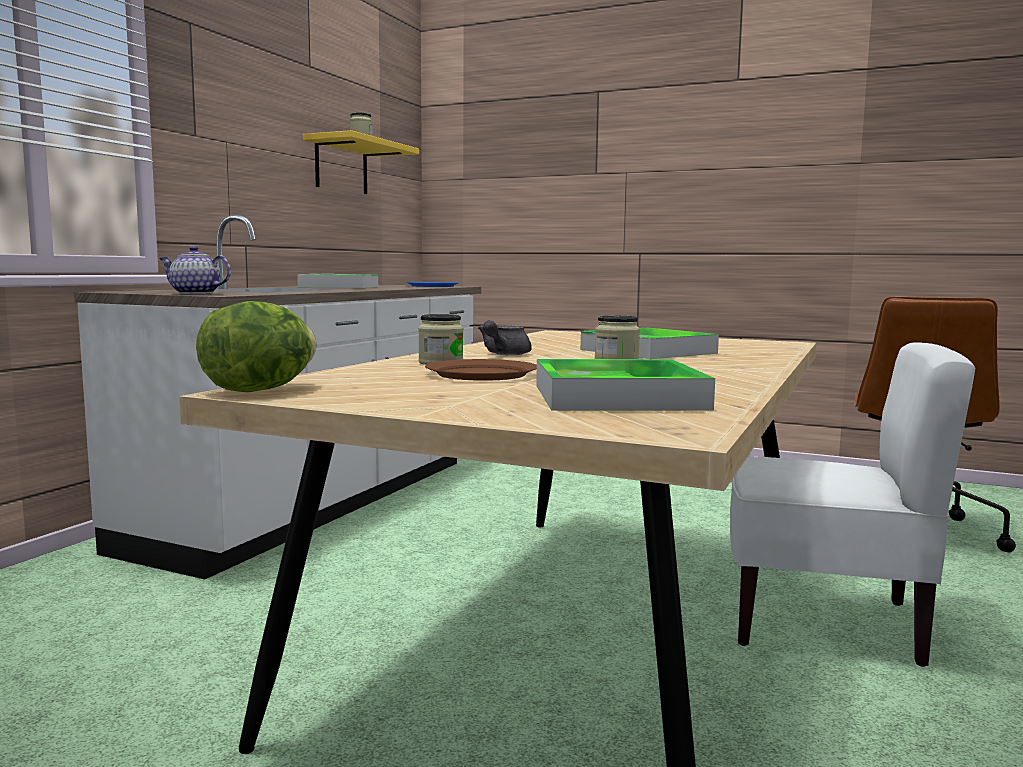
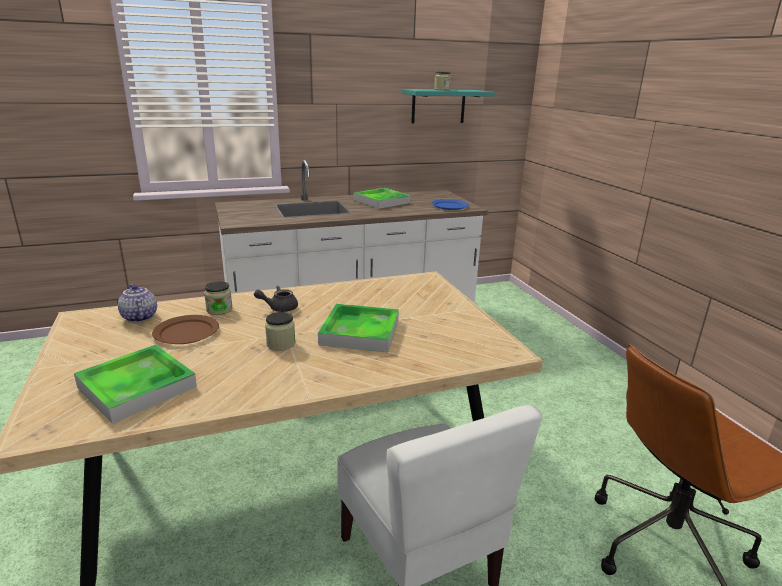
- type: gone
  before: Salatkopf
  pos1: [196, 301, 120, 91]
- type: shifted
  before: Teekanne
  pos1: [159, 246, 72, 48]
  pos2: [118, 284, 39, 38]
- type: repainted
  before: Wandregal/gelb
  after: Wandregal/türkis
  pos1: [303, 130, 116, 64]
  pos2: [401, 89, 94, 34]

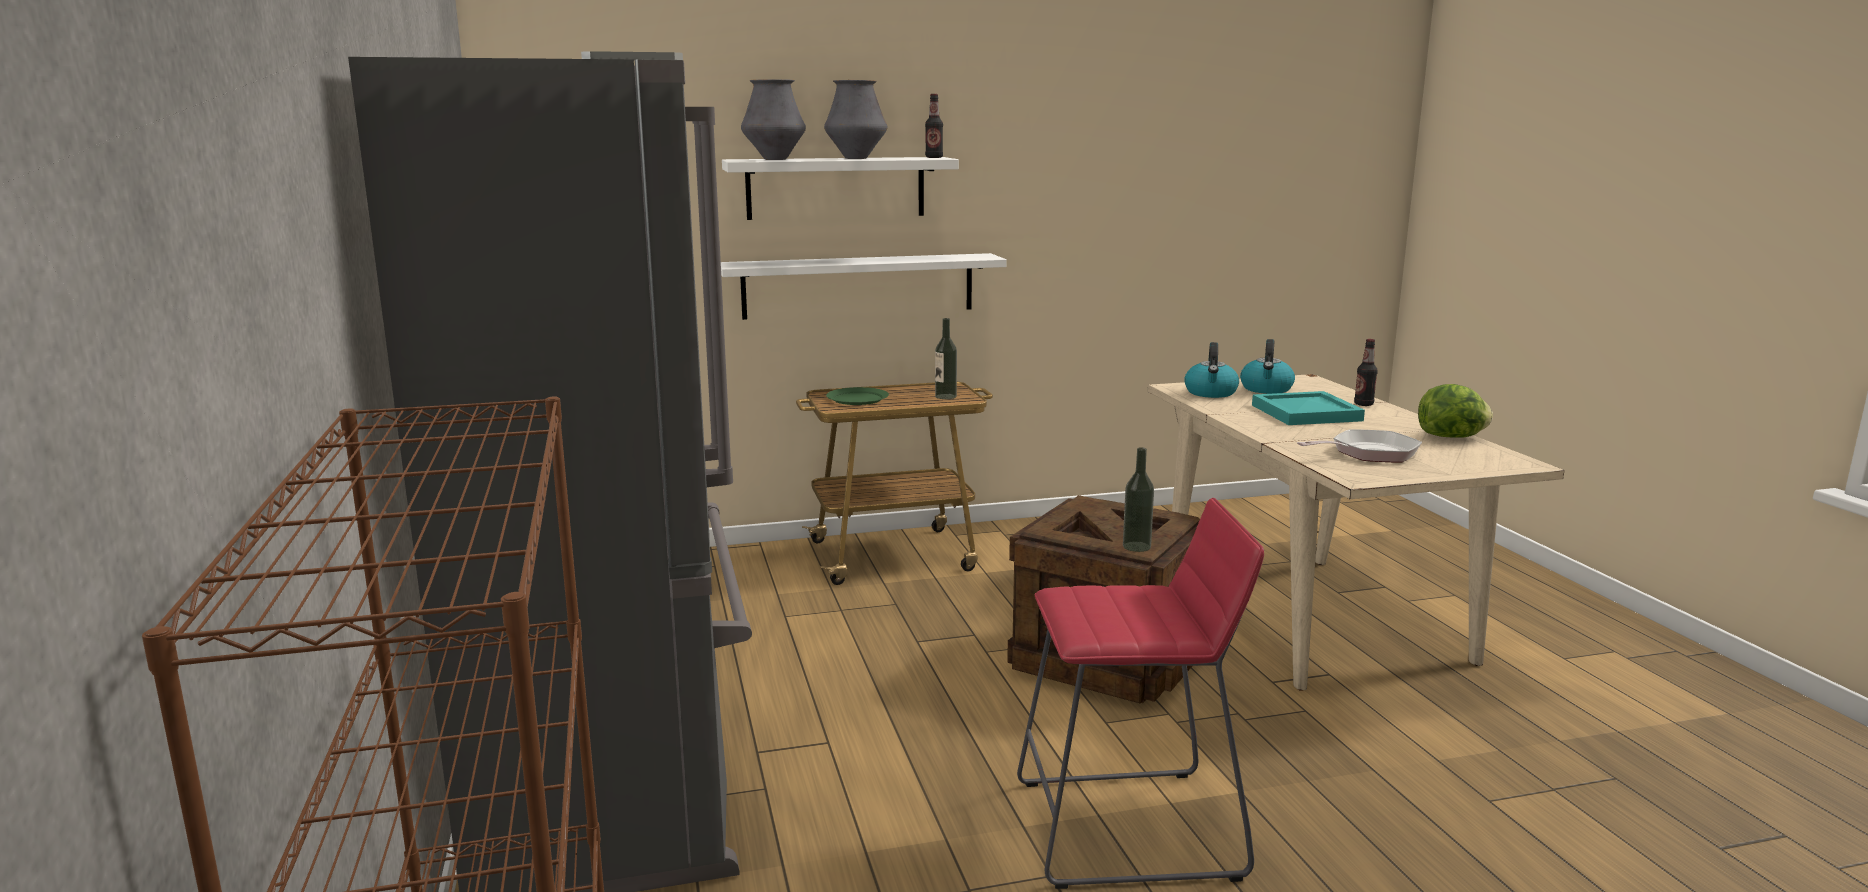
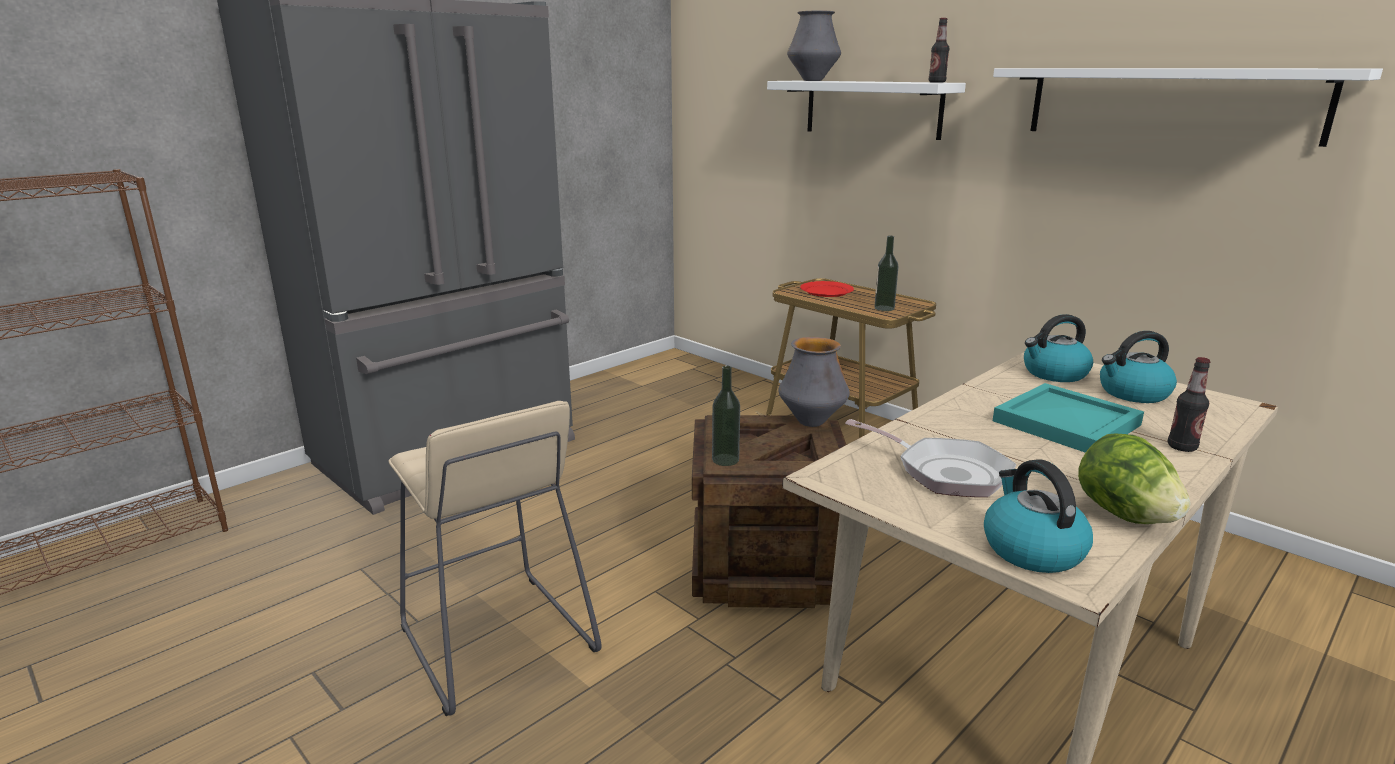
- type: new
  after: Wasserkessel
  pos2: [984, 460, 109, 113]
- type: shifted
  before: Wandregal/weiß
  pos1: [721, 253, 286, 67]
  pos2: [993, 68, 390, 79]
- type: shifted
  before: Vase
  pos1: [824, 80, 63, 79]
  pos2: [778, 337, 72, 90]
- type: repainted
  before: Teller/grün
  after: Teller/rot
  pos1: [826, 387, 63, 18]
  pos2: [800, 281, 54, 16]
- type: repainted
  before: Hocker/rot
  after: Hocker/beige
  pos1: [1017, 498, 247, 391]
  pos2: [388, 401, 214, 315]

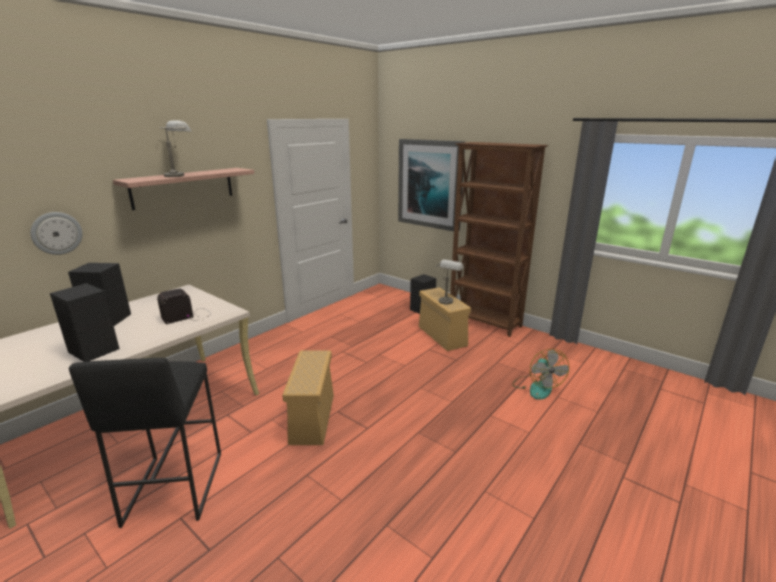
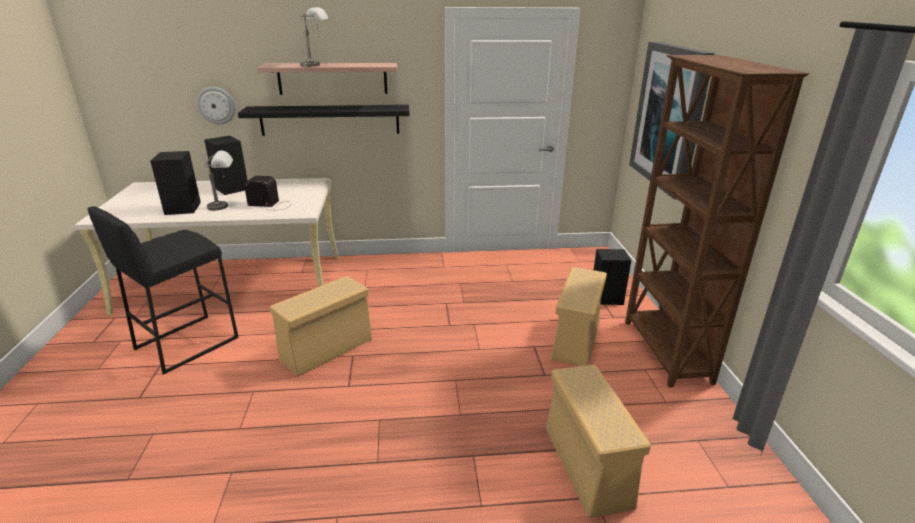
- type: new
  after: Wandregal/schwarz
  pos2: [238, 105, 171, 31]
- type: shifted
  before: Tischlampe/grau
  pos1: [436, 260, 29, 44]
  pos2: [204, 150, 29, 60]
- type: swapped
  before: Ventilator
  after: Aufbewahrungsbox/beige
  pos1: [512, 349, 57, 51]
  pos2: [546, 364, 105, 154]

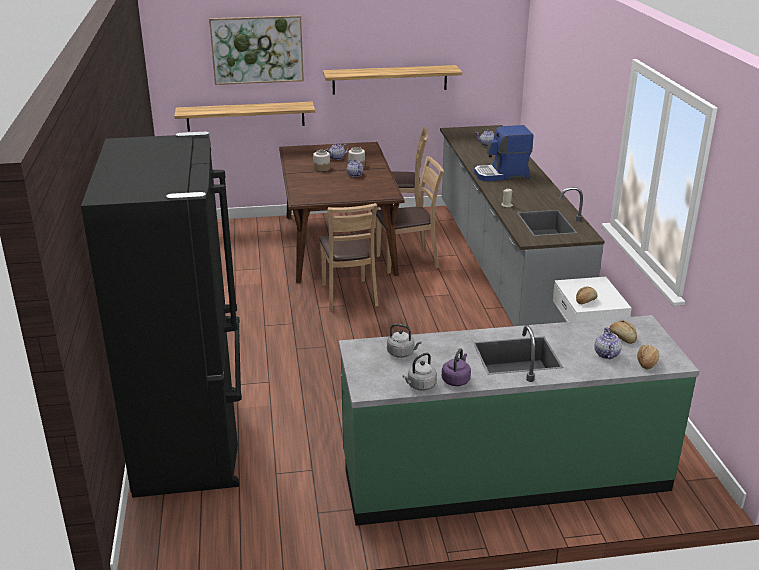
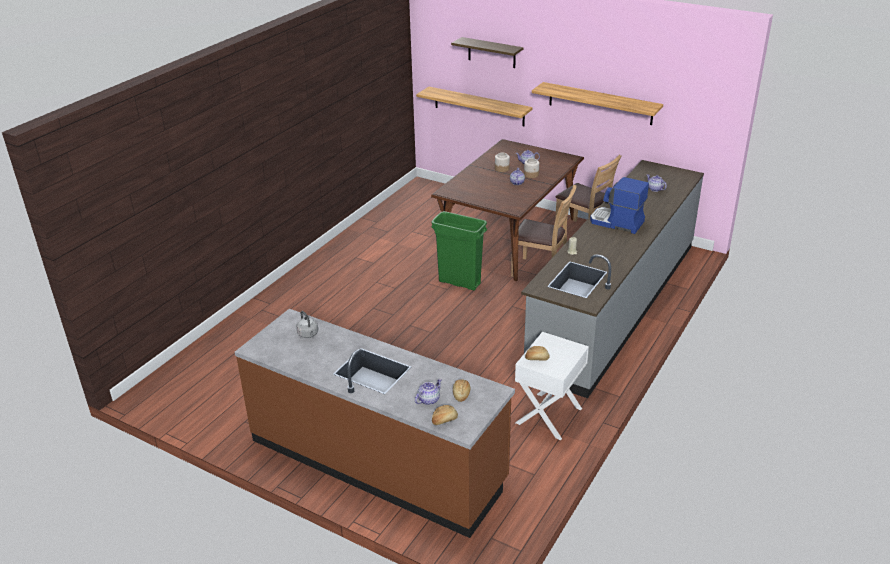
- type: gone
  before: Kühlschrank/schwarz
  pos1: [81, 132, 161, 366]
- type: gone
  before: Wasserkessel/grau
  pos1: [402, 353, 35, 38]
- type: gone
  before: Wasserkessel/lila
  pos1: [442, 348, 29, 38]
- type: swapped
  before: Bild
  after: Wandregal
  pos1: [209, 15, 95, 70]
  pos2: [451, 37, 72, 31]
- type: swapped
  before: Stuhl/braun
  after: Mülleimer/grün
  pos1: [319, 203, 59, 109]
  pos2: [431, 211, 56, 79]
- type: repainted
  before: Küchenzeile/grün
  after: Küchenzeile/braun
  pos1: [339, 315, 360, 211]
  pos2: [235, 309, 280, 229]

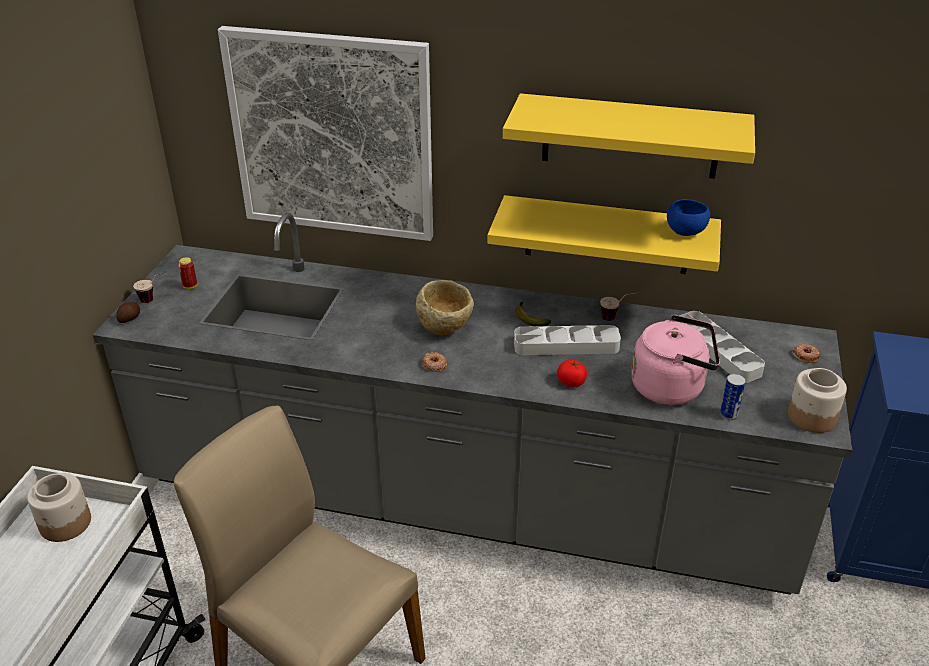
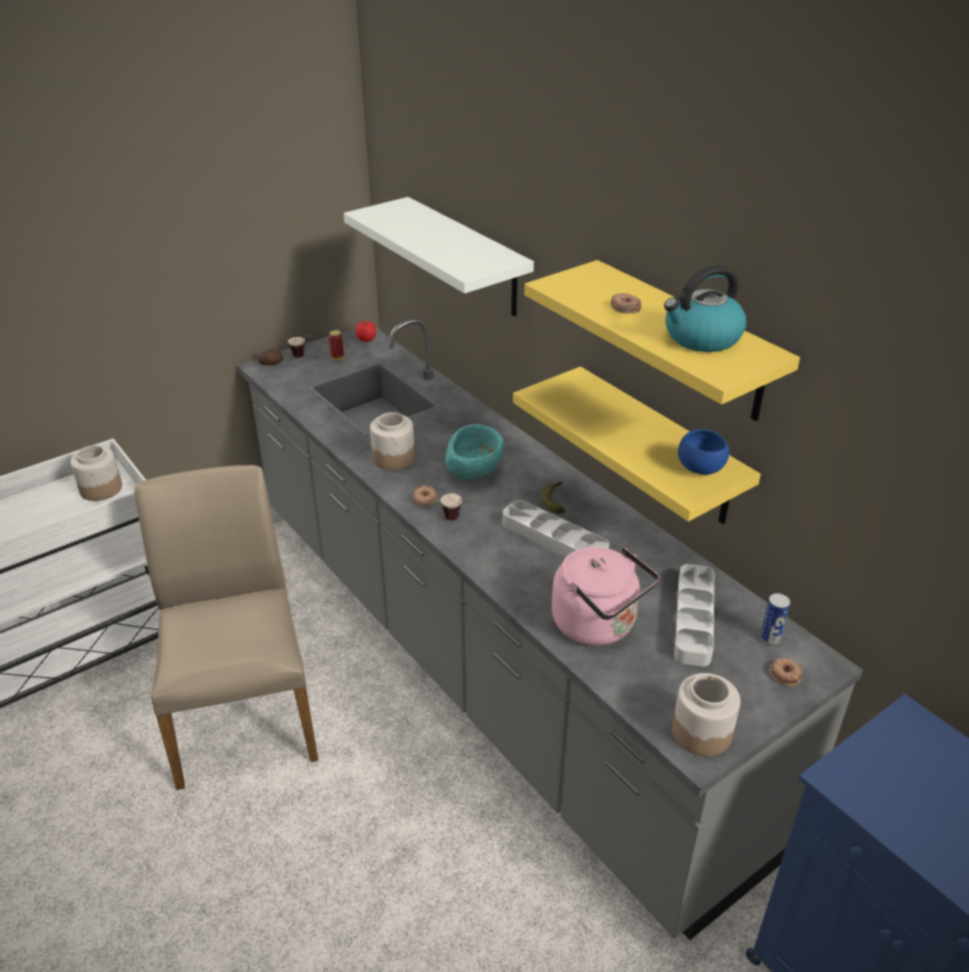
- type: new
  after: Vorratsglas
  pos2: [370, 412, 45, 58]
- type: new
  after: Donut
  pos2: [611, 293, 30, 21]
- type: new
  after: Wasserkessel
  pos2: [664, 265, 82, 87]
- type: shifted
  before: Tomate
  pos1: [557, 359, 30, 28]
  pos2: [355, 321, 21, 21]
- type: shifted
  before: Tasse
  pos1: [600, 293, 37, 28]
  pos2: [441, 493, 30, 27]
- type: shifted
  before: Dose
  pos1: [720, 374, 26, 46]
  pos2: [760, 593, 30, 52]
- type: swapped
  before: Bild
  after: Wandregal/weiß
  pos1: [218, 26, 215, 215]
  pos2: [344, 197, 190, 120]
- type: repainted
  before: Schüssel/beige
  after: Schüssel/türkis
  pos1: [416, 280, 58, 55]
  pos2: [445, 424, 59, 56]

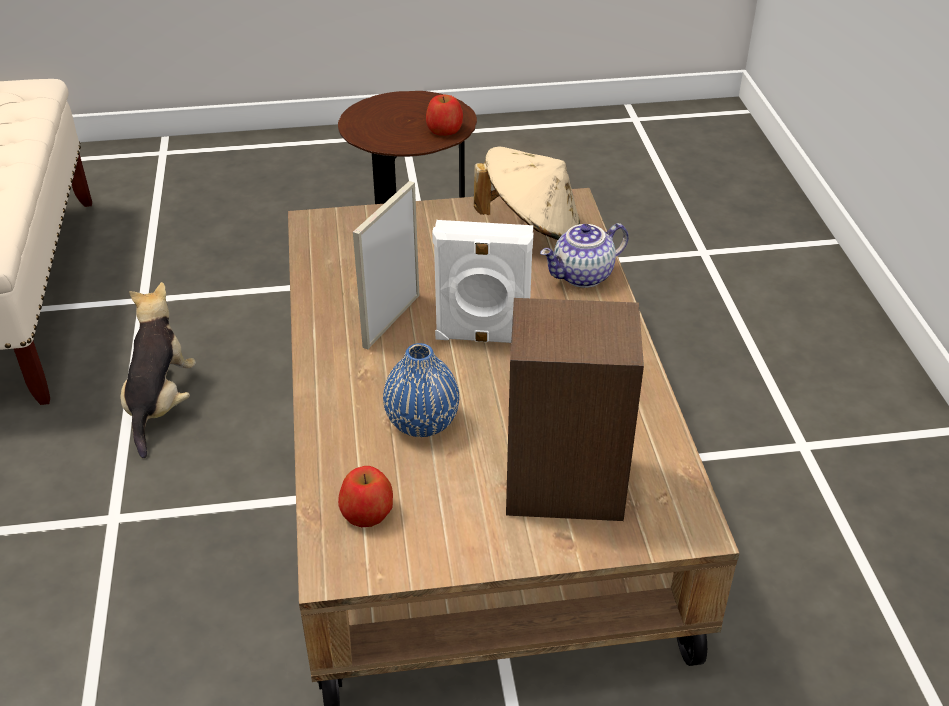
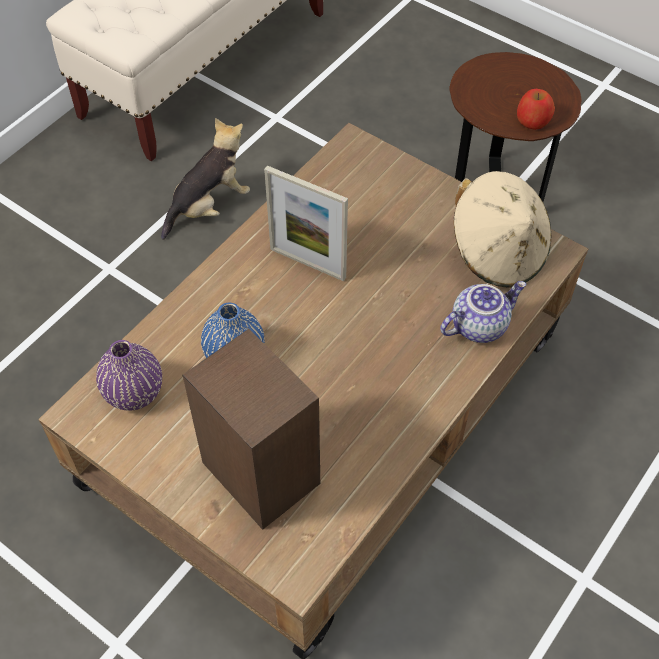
- type: gone
  before: Lautsprecher/weiß
  pos1: [432, 220, 102, 123]
- type: swapped
  before: Apfel
  after: Vase/lila
  pos1: [338, 466, 55, 61]
  pos2: [96, 340, 66, 71]
- type: rotated
  before: Bilderrahmen
  pos1: [353, 181, 66, 169]
  pos2: [264, 166, 84, 115]
  turn: -135
- type: rotated
  before: Teekanne
  pos1: [540, 223, 89, 65]
  pos2: [440, 281, 86, 62]
  turn: 135

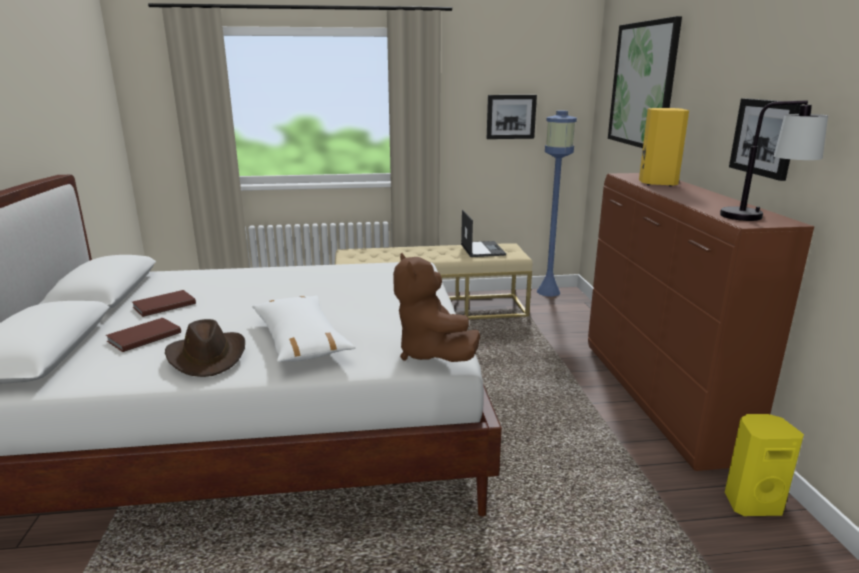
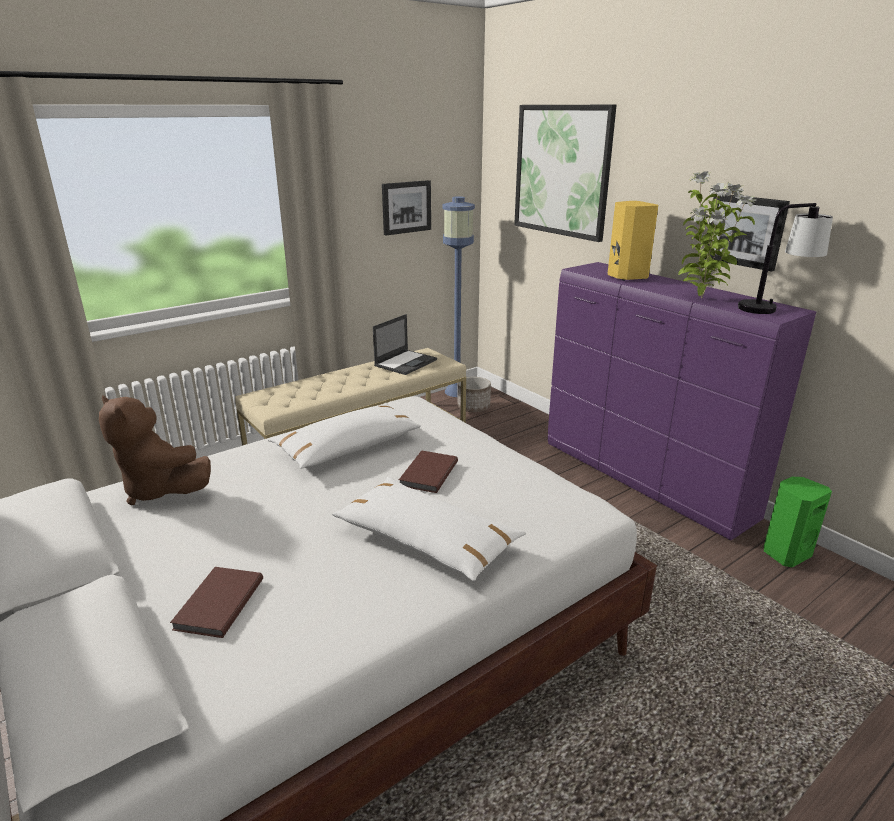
- type: gone
  before: Hut/braun
  pos1: [165, 319, 80, 58]
- type: new
  after: Kissen/weiß
  pos2: [268, 403, 153, 66]
- type: new
  after: Pflanzkübel
  pos2: [457, 377, 34, 35]
- type: new
  after: Topfpflanze
  pos2: [678, 171, 78, 127]
- type: shifted
  before: Buch/braun
  pos1: [132, 290, 64, 27]
  pos2: [399, 450, 59, 43]
- type: shifted
  before: Plüschtier/braun
  pos1: [393, 253, 87, 109]
  pos2: [99, 395, 112, 110]
- type: repainted
  before: Kommode/braun
  after: Kommode/lila
  pos1: [588, 173, 226, 298]
  pos2: [548, 262, 269, 278]
- type: repainted
  before: Lautsprecher/gelb
  after: Lautsprecher/grün
  pos1: [725, 414, 79, 102]
  pos2: [764, 477, 68, 91]
- type: rotated
  before: Laptop
  pos1: [461, 210, 45, 47]
  pos2: [373, 314, 64, 61]
  turn: 75

